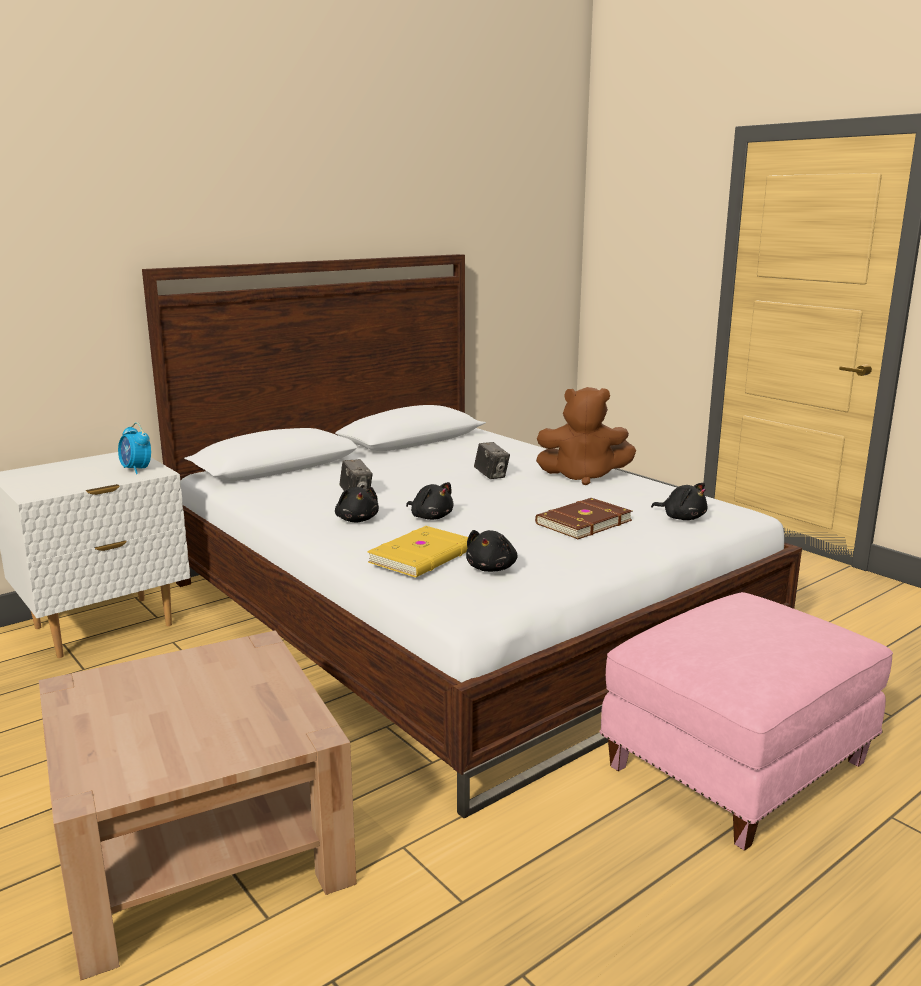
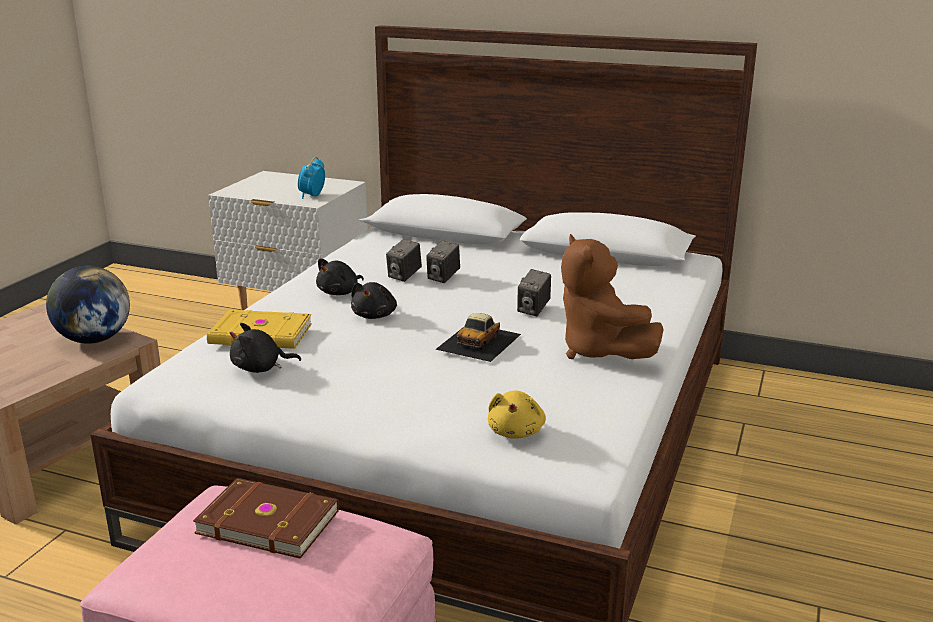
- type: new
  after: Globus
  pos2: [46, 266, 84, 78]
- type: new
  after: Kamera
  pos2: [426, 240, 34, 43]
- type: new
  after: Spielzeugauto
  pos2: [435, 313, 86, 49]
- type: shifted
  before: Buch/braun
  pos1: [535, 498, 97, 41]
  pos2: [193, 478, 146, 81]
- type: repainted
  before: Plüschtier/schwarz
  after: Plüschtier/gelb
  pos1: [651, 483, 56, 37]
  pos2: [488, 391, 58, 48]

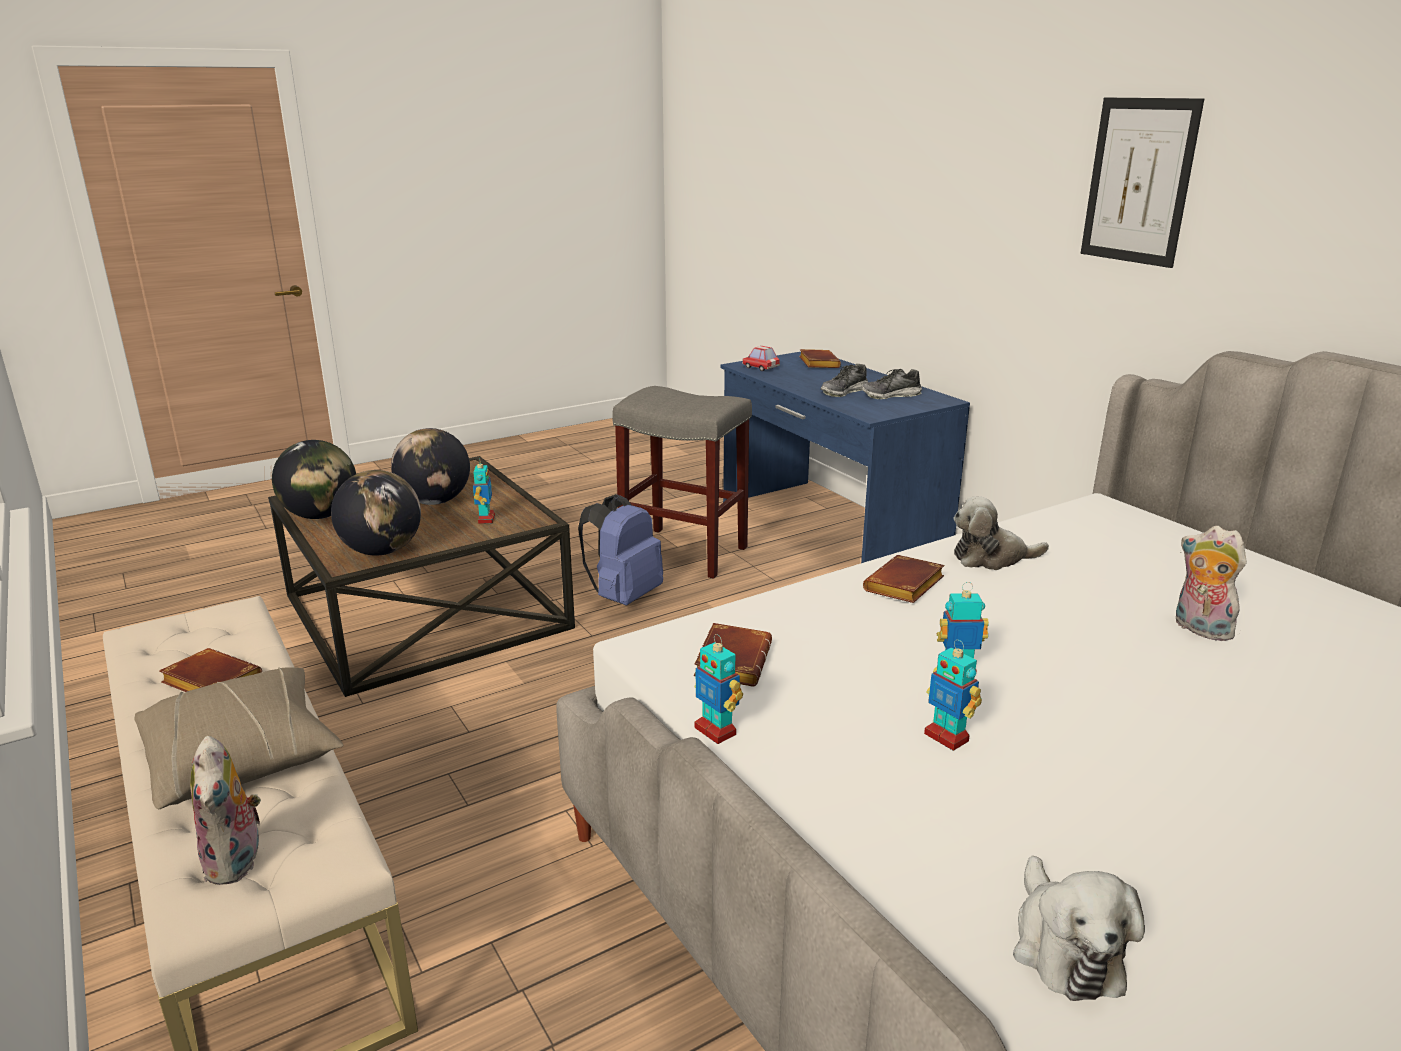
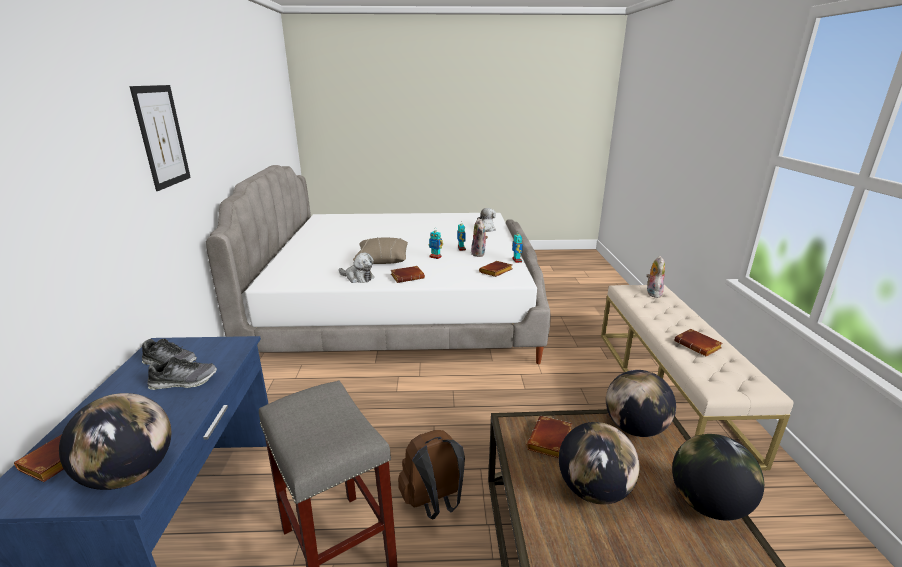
- type: shifted
  before: Kissen/beige
  pos1: [135, 667, 208, 142]
  pos2: [353, 237, 55, 27]
- type: shifted
  before: Plüschtier
  pos1: [1176, 526, 71, 115]
  pos2: [471, 218, 17, 39]
- type: swapped
  before: Spielzeugroboter
  after: Buch/braun
  pos1: [473, 458, 22, 66]
  pos2: [526, 416, 46, 42]
- type: swapped
  before: Spielzeugauto
  after: Globus
  pos1: [742, 346, 38, 25]
  pos2: [59, 393, 112, 97]
- type: repainted
  before: Rucksack/blau
  after: Rucksack/braun
  pos1: [578, 494, 85, 111]
  pos2: [398, 430, 67, 89]

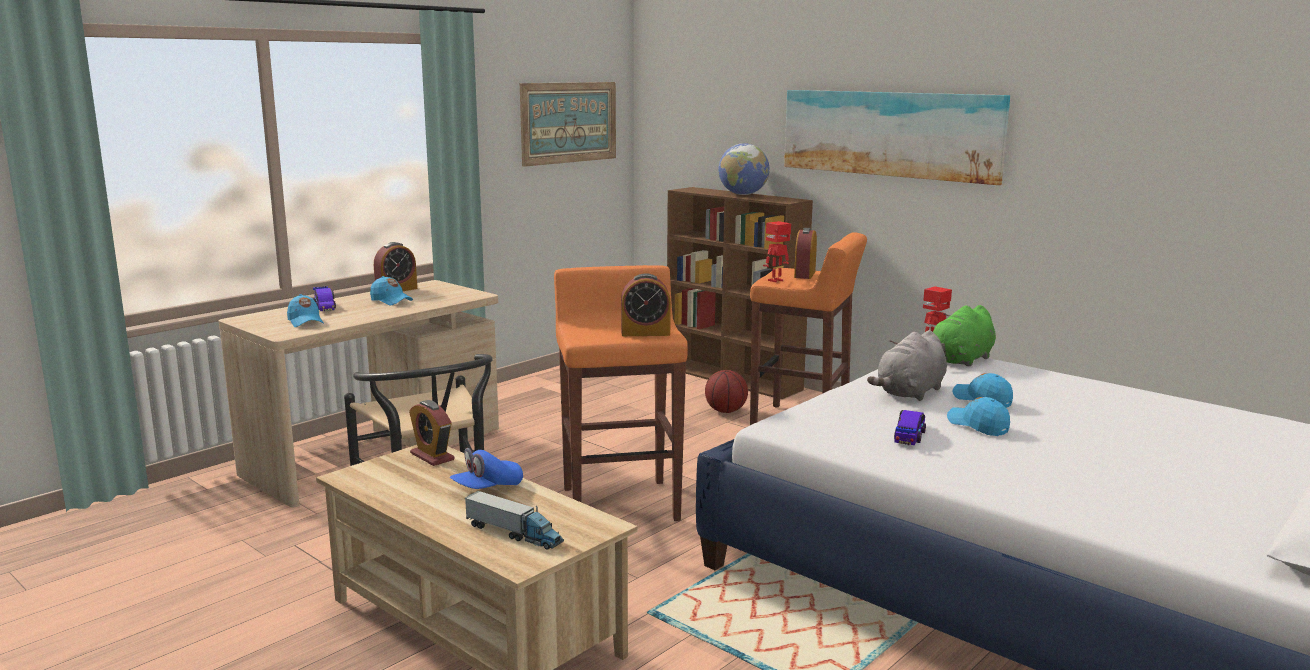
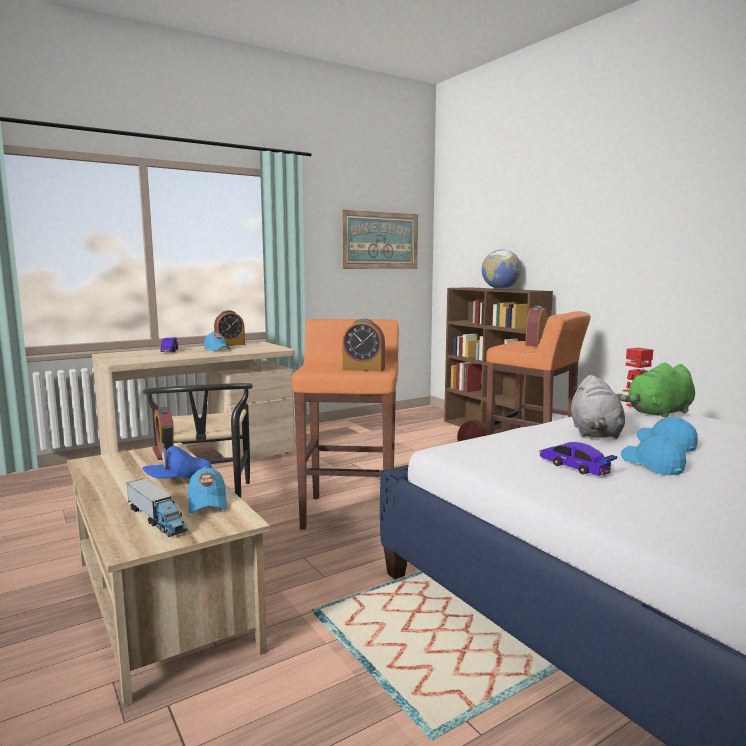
- type: gone
  before: Spielzeugroboter
  pos1: [763, 221, 28, 61]
- type: gone
  before: Bild
  pos1: [784, 90, 226, 95]
- type: shifted
  before: Kappe/blau
  pos1: [287, 294, 37, 33]
  pos2: [188, 466, 39, 47]
- type: rotated
  before: Plüschtier/grau
  pos1: [867, 330, 80, 71]
  pos2: [571, 375, 54, 64]
  turn: -45
- type: rotated
  before: Spielzeugauto
  pos1: [894, 410, 32, 35]
  pos2: [539, 442, 78, 34]
  turn: -75

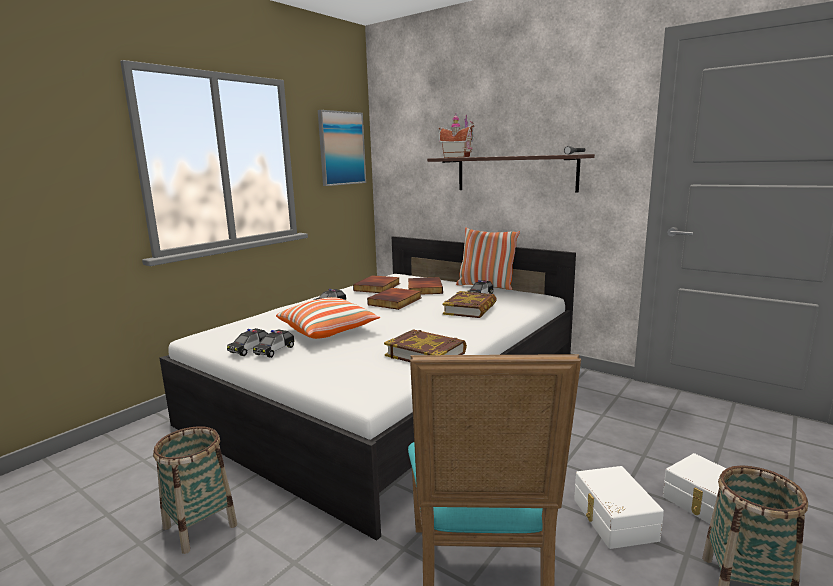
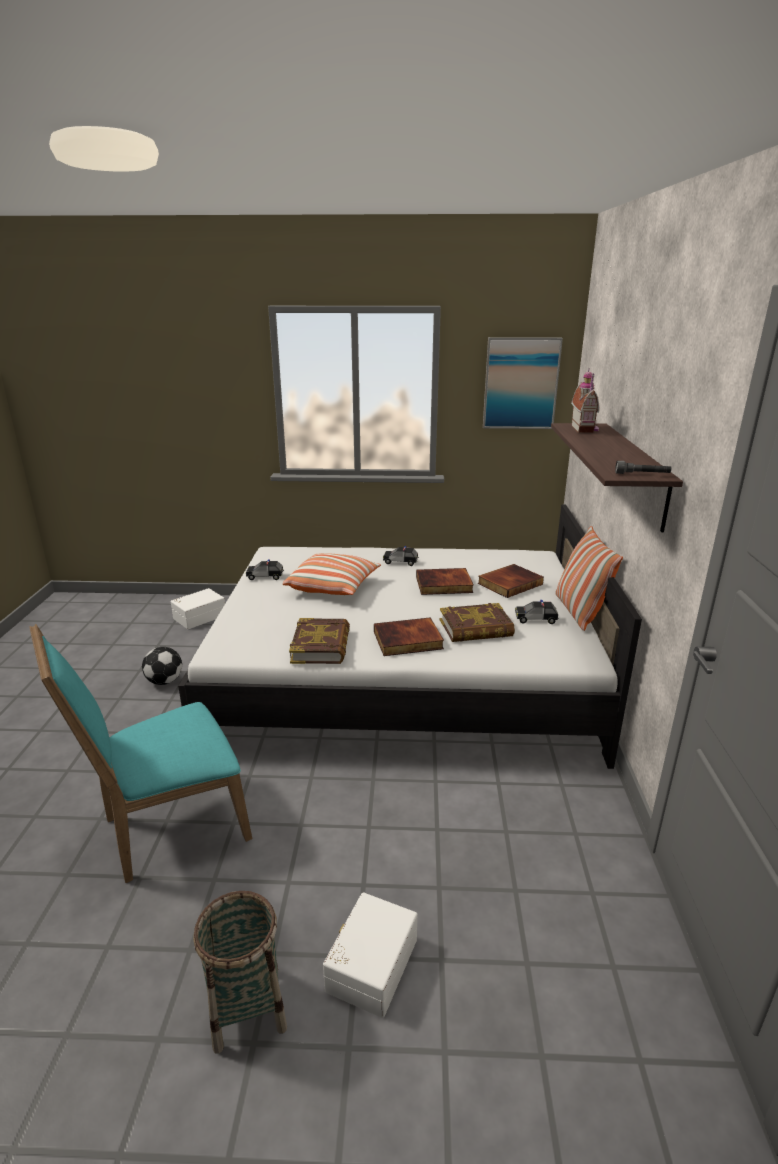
- type: gone
  before: Spielzeugauto
  pos1: [253, 329, 41, 29]
- type: shifted
  before: Buch
  pos1: [353, 275, 47, 18]
  pos2: [374, 618, 70, 38]
- type: shifted
  before: Aufbewahrungsbox/weiß
  pos1: [574, 466, 90, 83]
  pos2: [171, 588, 54, 41]
- type: swapped
  before: Korb
  after: Fußball
  pos1: [153, 426, 84, 128]
  pos2: [142, 647, 40, 38]

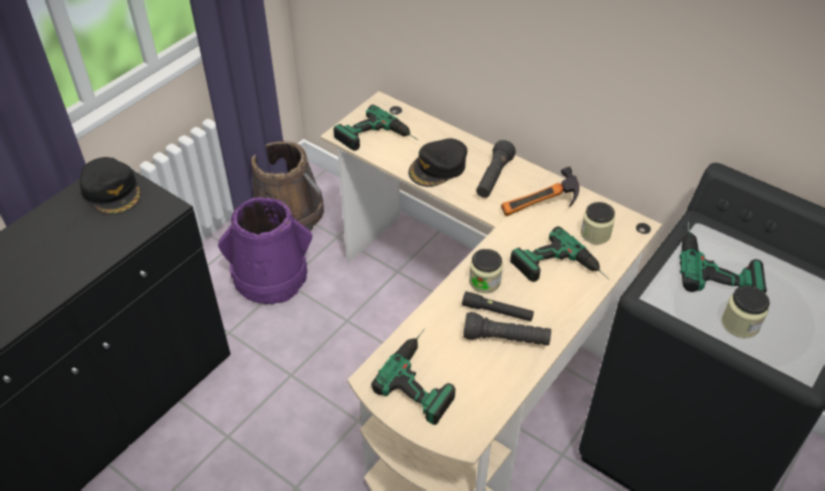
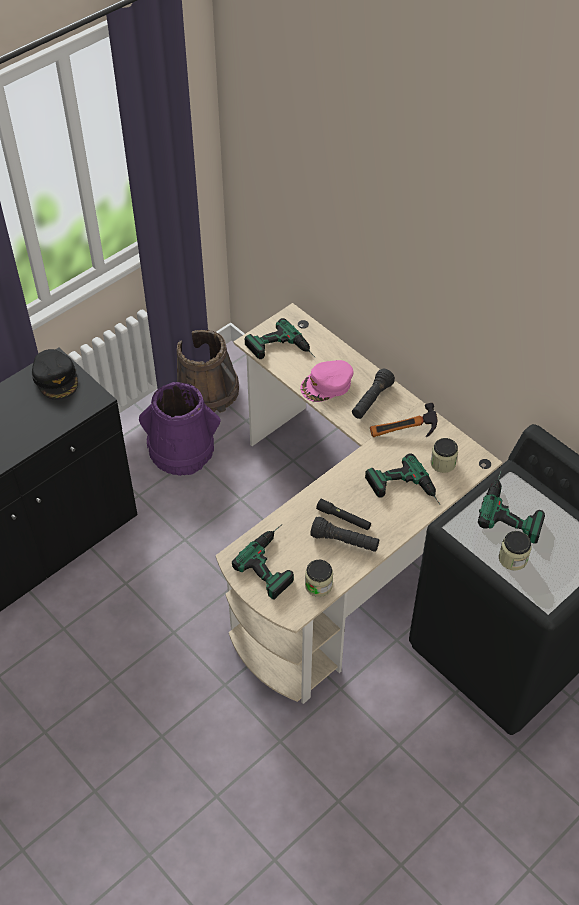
- type: shifted
  before: Vorratsglas
  pos1: [469, 249, 34, 44]
  pos2: [305, 560, 28, 37]
- type: repainted
  before: Kappe/schwarz
  after: Kappe/rosa
  pos1: [408, 138, 59, 49]
  pos2: [300, 360, 53, 42]

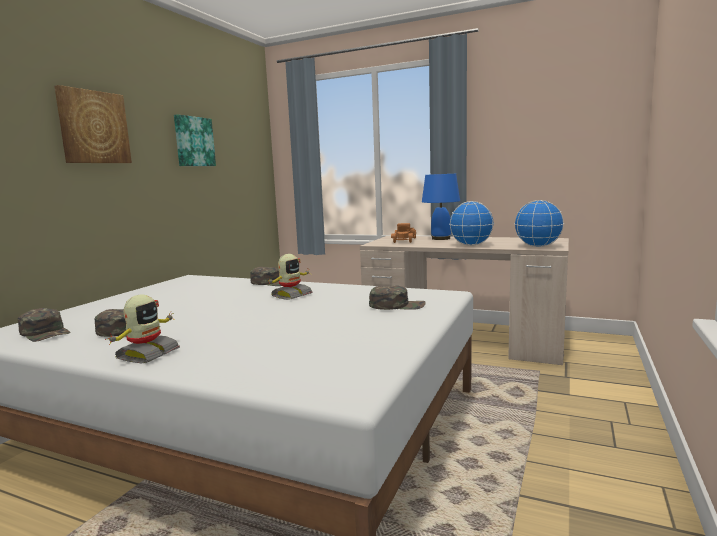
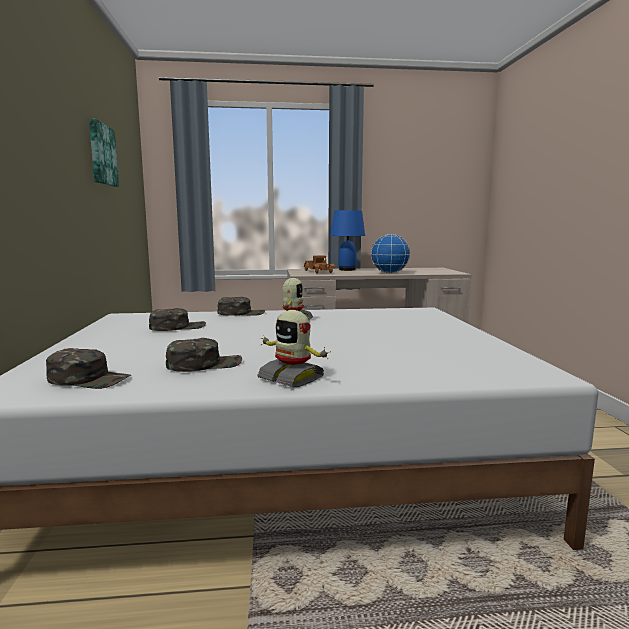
- type: gone
  before: Bild
  pos1: [54, 85, 78, 78]
- type: gone
  before: Globus
  pos1: [514, 200, 50, 47]
- type: shifted
  before: Kappe/grün
  pos1: [369, 285, 57, 25]
  pos2: [149, 308, 57, 23]
- type: rotated
  before: Spielzeugroboter
  pos1: [105, 295, 75, 68]
  pos2: [257, 310, 74, 77]
  turn: 135

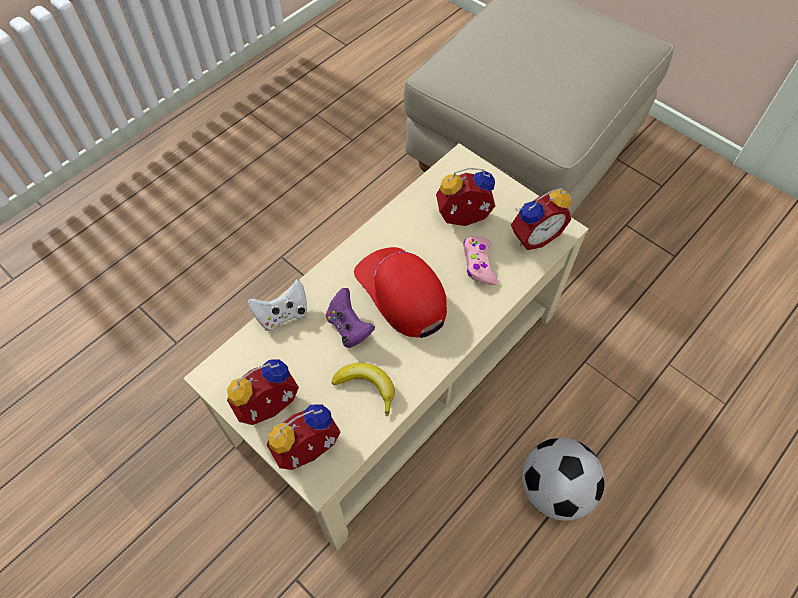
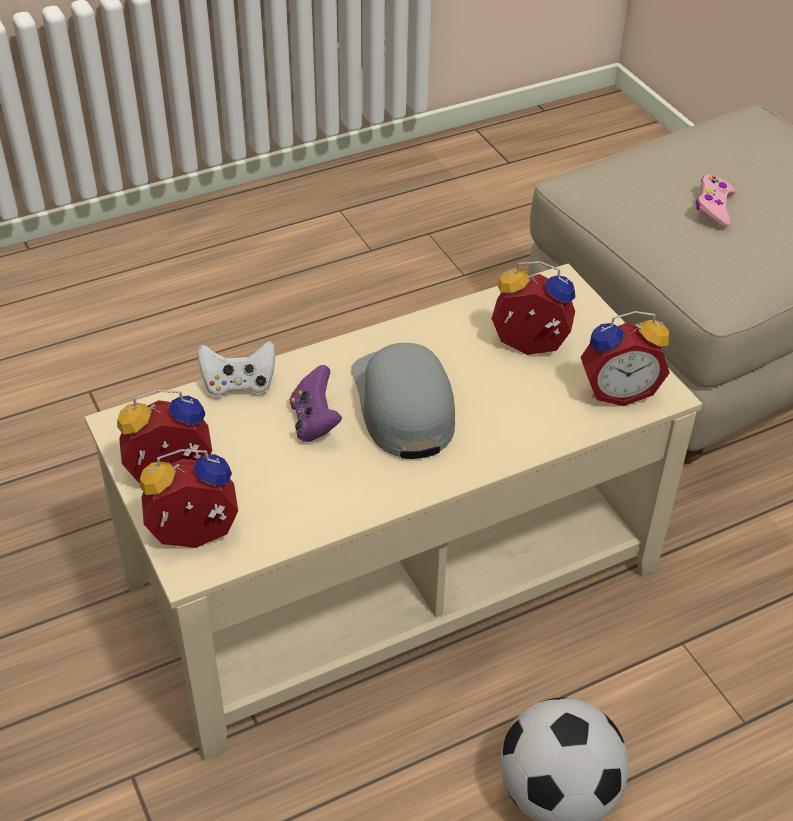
- type: gone
  before: Banane
  pos1: [332, 363, 63, 53]
- type: shifted
  before: Gamepad/rosa
  pos1: [463, 237, 35, 48]
  pos2: [696, 174, 40, 53]
- type: repainted
  before: Kappe/rot
  after: Kappe/grau
  pos1: [354, 247, 93, 91]
  pos2: [351, 343, 104, 116]

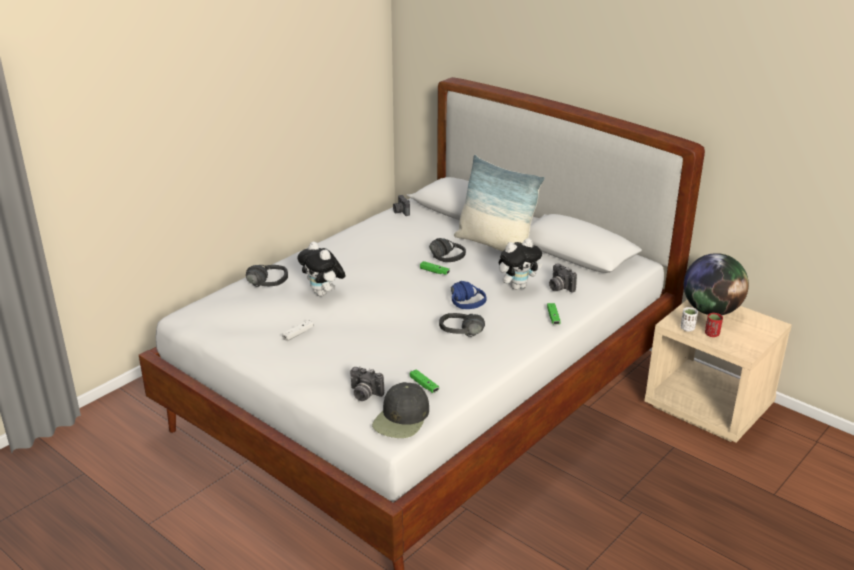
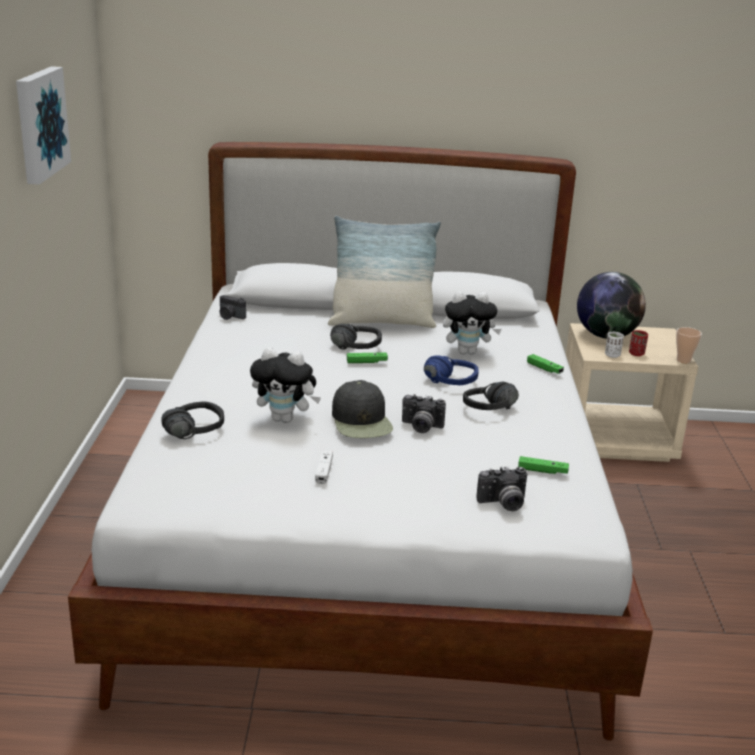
- type: new
  after: Bild
  pos2: [16, 66, 55, 119]
- type: new
  after: Tasse
  pos2: [676, 327, 26, 36]
- type: shifted
  before: Kappe/schwarz
  pos1: [372, 382, 57, 56]
  pos2: [332, 380, 61, 58]
- type: shifted
  before: Kamera
  pos1: [549, 263, 28, 30]
  pos2: [402, 394, 44, 39]
- type: rotated
  before: Plüschtier
  pos1: [499, 238, 44, 52]
  pos2: [443, 291, 59, 64]
  turn: 60

